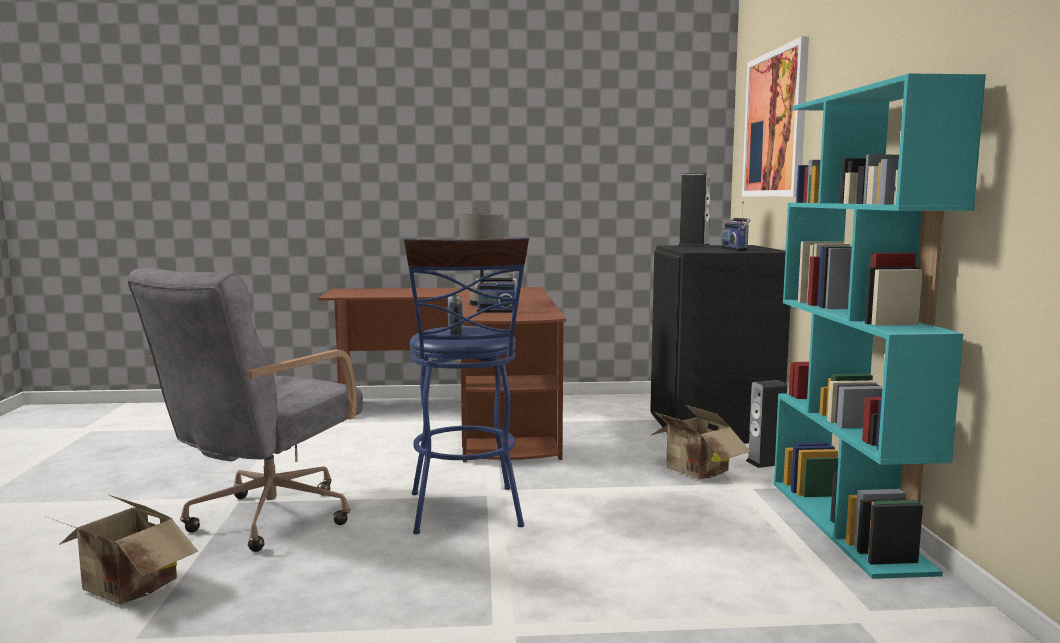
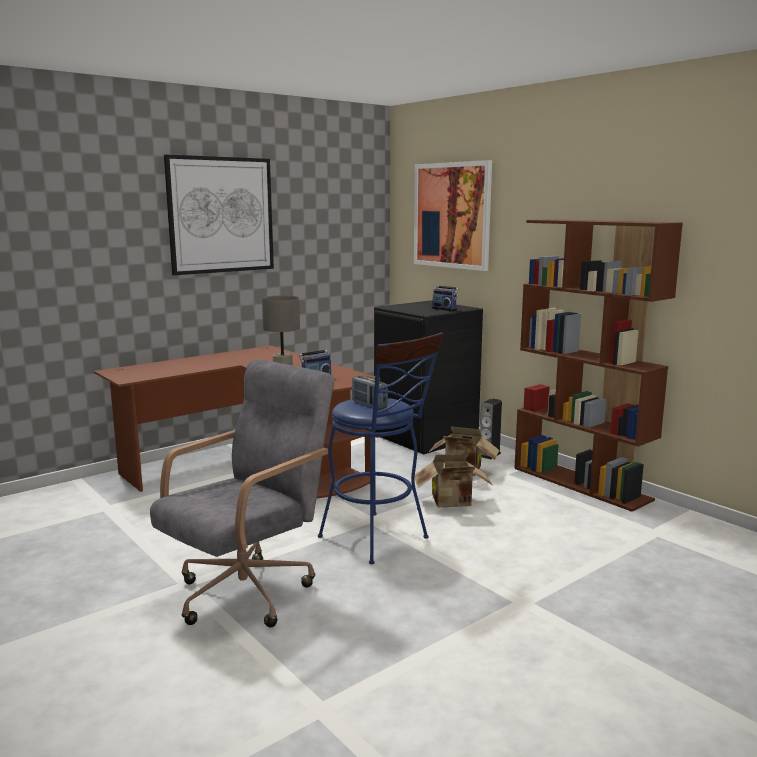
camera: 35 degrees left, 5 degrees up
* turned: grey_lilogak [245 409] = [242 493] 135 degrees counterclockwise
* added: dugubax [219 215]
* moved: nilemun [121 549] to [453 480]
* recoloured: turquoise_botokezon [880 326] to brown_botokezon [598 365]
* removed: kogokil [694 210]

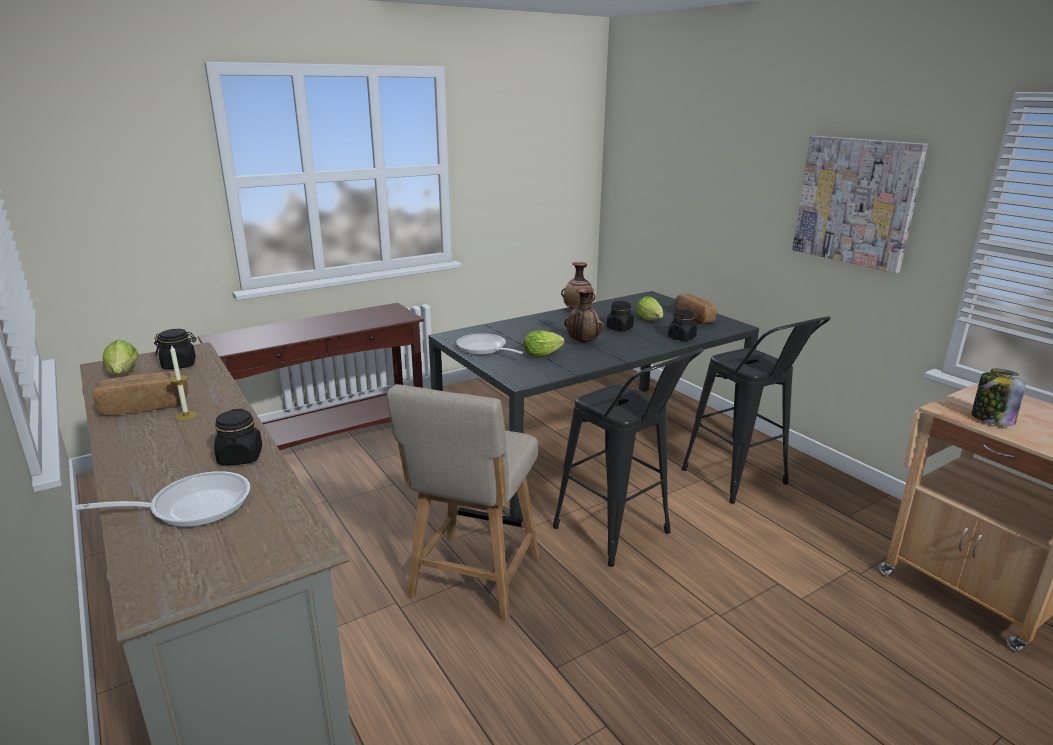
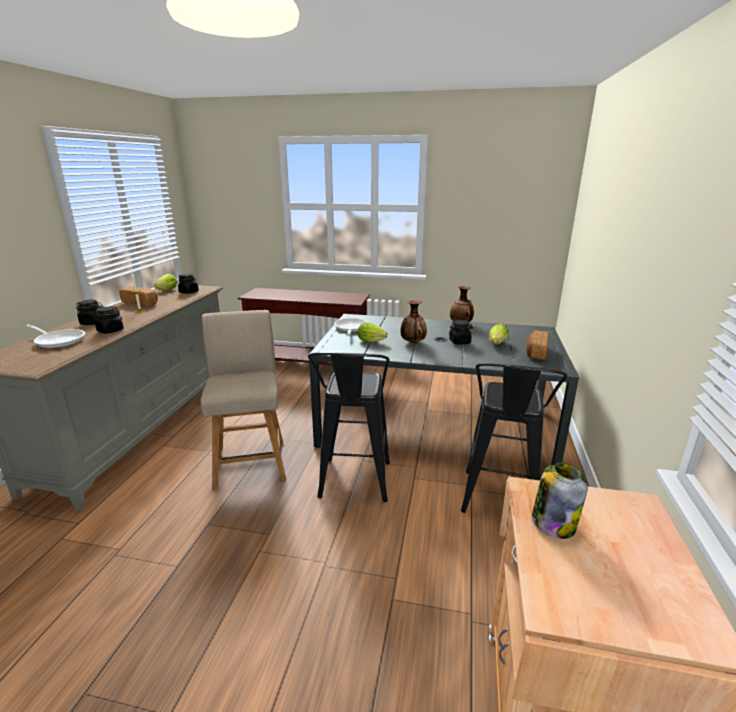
camera: 45 degrees right, 0 degrees up
* moved: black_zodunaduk [682 325] to [89 312]
* turned: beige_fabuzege [463 502] = [243 400] 105 degrees clockwise
* removed: dugubax [860 204]

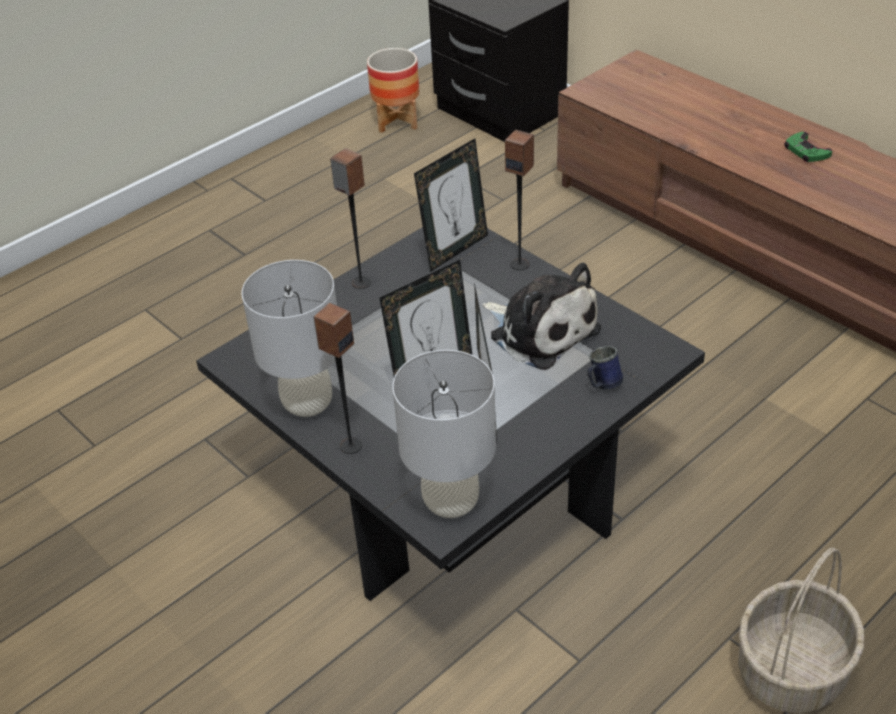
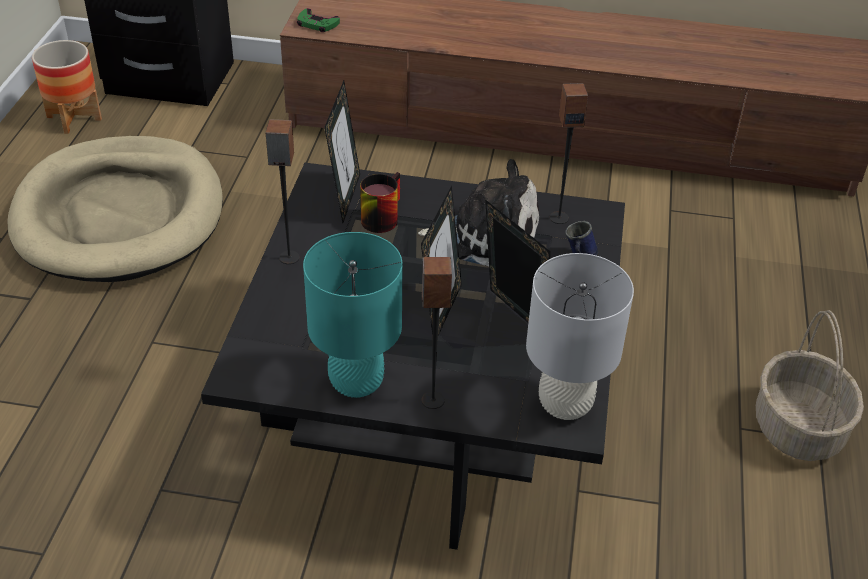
camera: 40 degrees left, 0 degrees up
* added: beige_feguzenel [115 209]
* moved: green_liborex [808 147] to [318 20]
* recoloured: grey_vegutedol [289 338] to turquoise_vegutedol [352 315]
* added: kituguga [380 202]
* moved: kogokil [519 200] to [569 153]

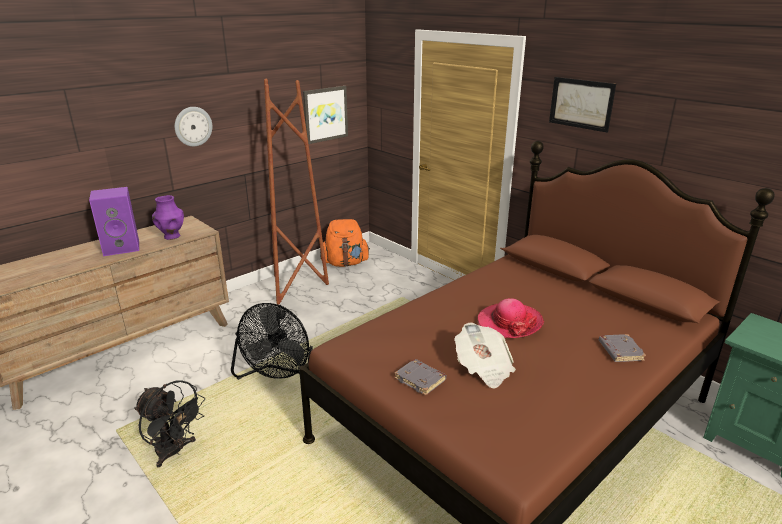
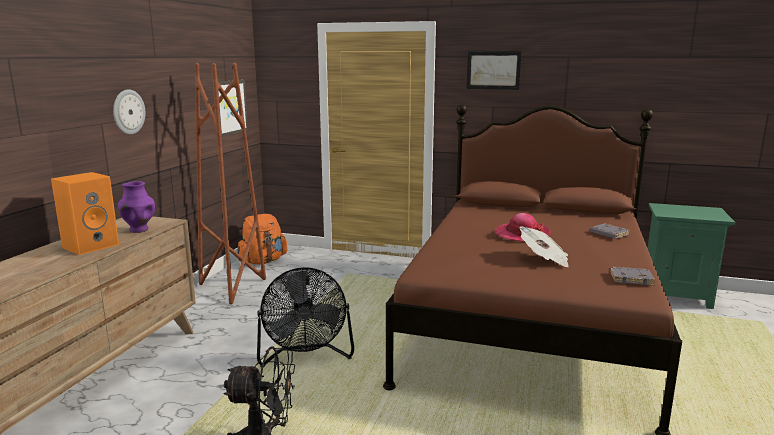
camera: 30 degrees left, 10 degrees down
* recoloured: purple_kogokil [114 221] to orange_kogokil [85 213]
* moved: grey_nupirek [420 377] to [632 276]

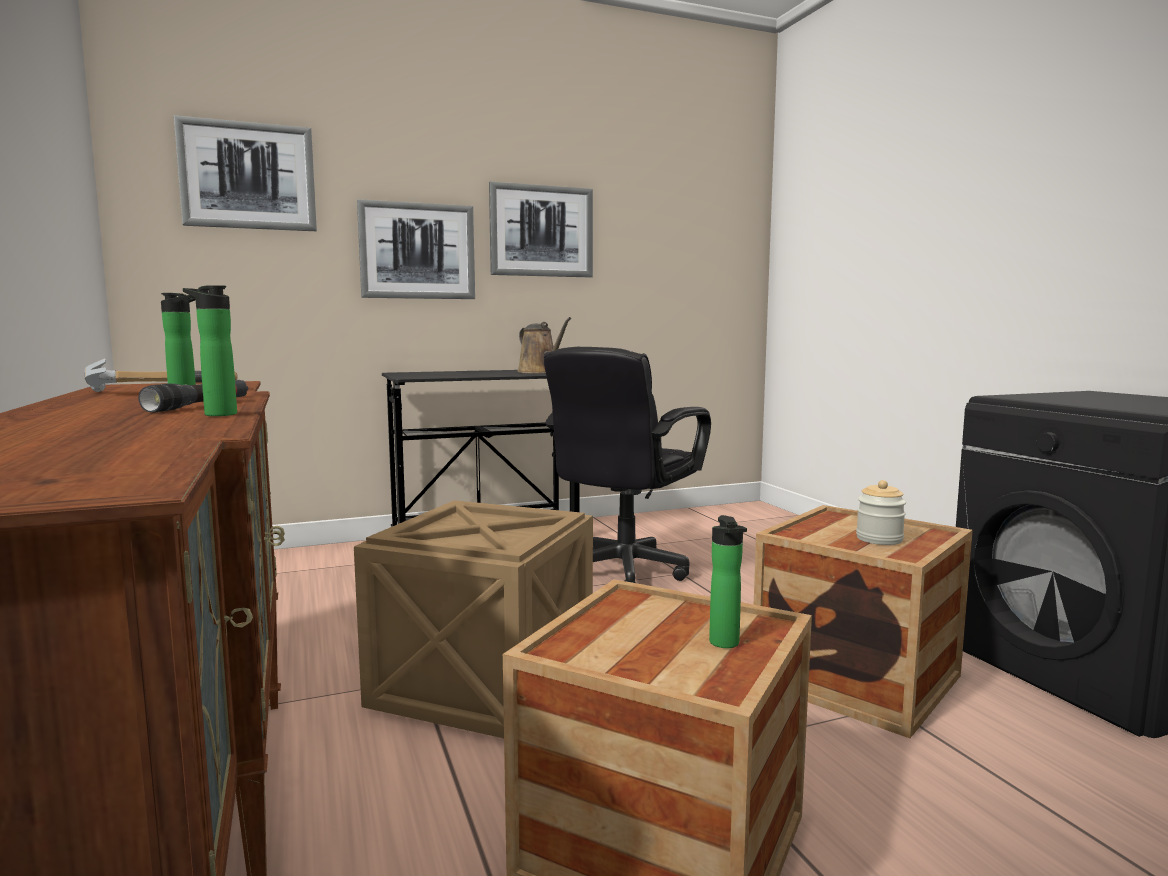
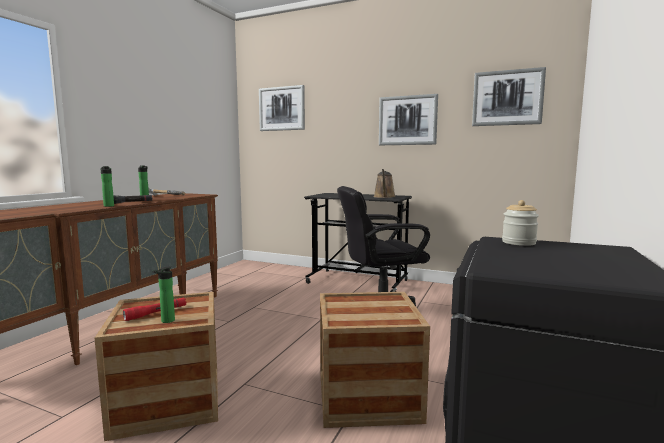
camera: 45 degrees right, 0 degrees up
* added: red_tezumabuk [155 309]
* moved: dugubax [416 249] to [509 96]
* moved: zodunaduk [881 512] to [520 223]
* removed: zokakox [473 619]

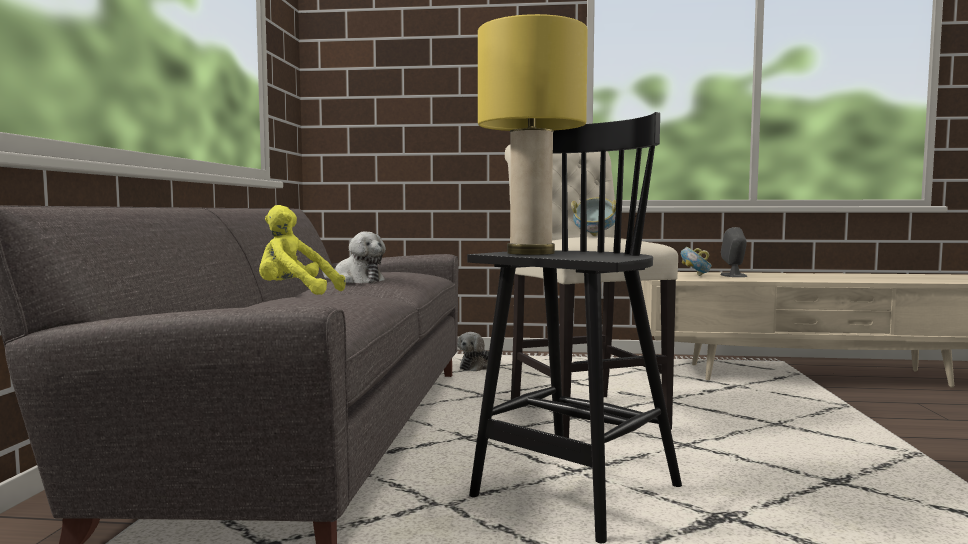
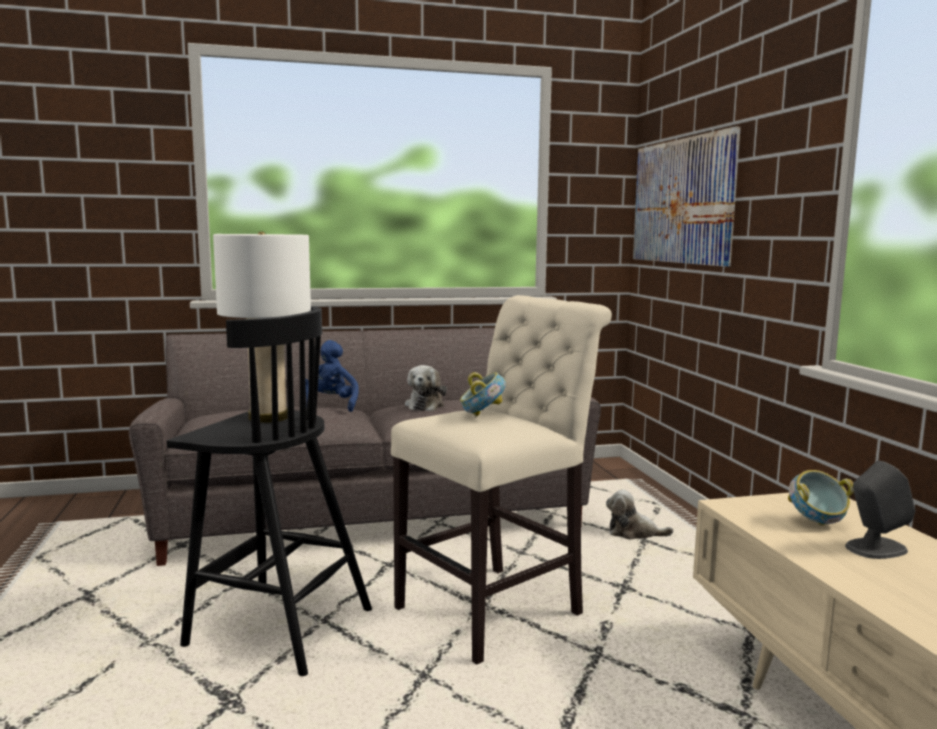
camera: 70 degrees right, 5 degrees up
* recoloured: yellow_vegutedol [533 134] to white_vegutedol [262 327]
* recoloured: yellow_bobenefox [302 250] to blue_bobenefox [332 376]
* added: dugubax [687 197]

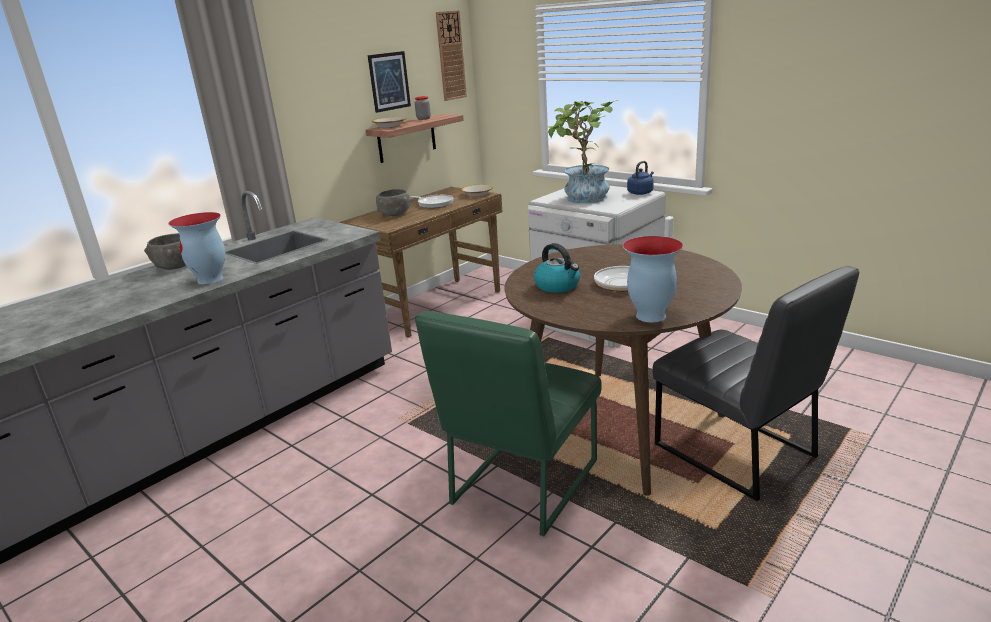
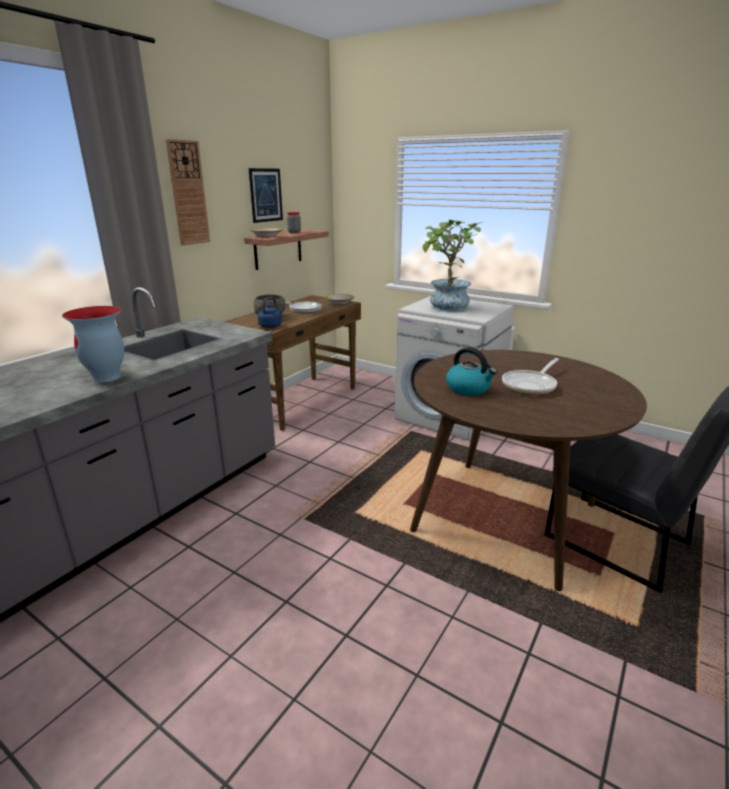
camera: 10 degrees left, 0 degrees up
* moved: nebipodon [451 55] to [188 192]
* moved: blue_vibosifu [640 178] to [271 312]
* removed: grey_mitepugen [165 251]
* removed: green_fabuzege [508 423]
* removed: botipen [653 279]

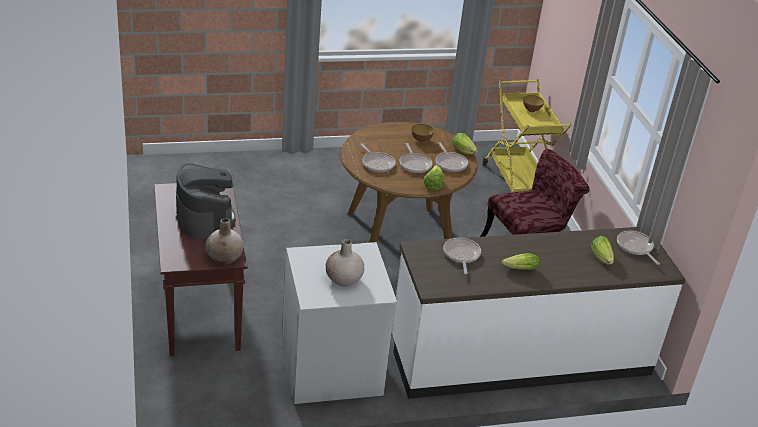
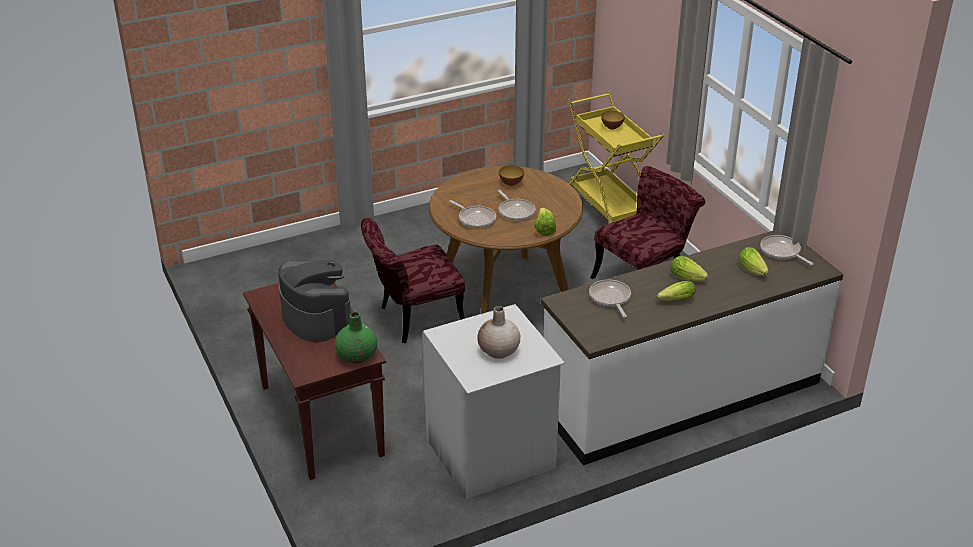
camera: 10 degrees left, 0 degrees up
* recoloured: beige_botipen [225 241] to green_botipen [356 338]
* added: red_fabuzege [413 280]
* moved: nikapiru [465 143] to [689 268]
* removed: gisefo [451 157]

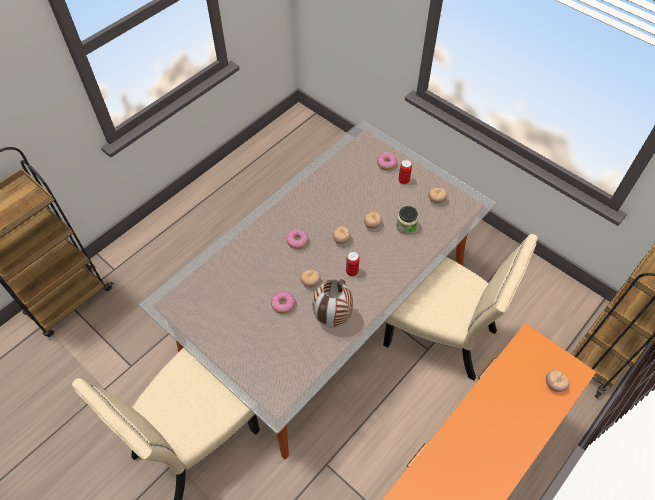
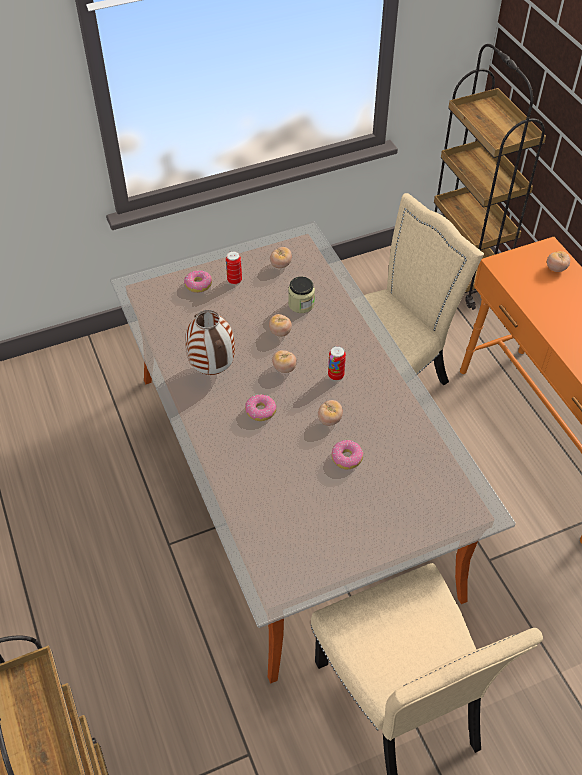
camera: 65 degrees left, 5 degrees down
* moved: botipen [333 303] to [210 342]

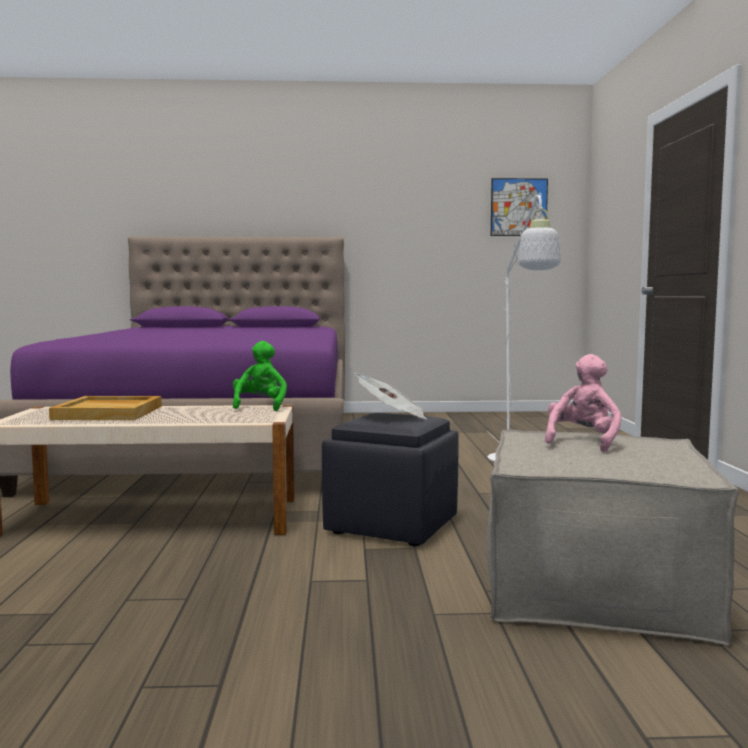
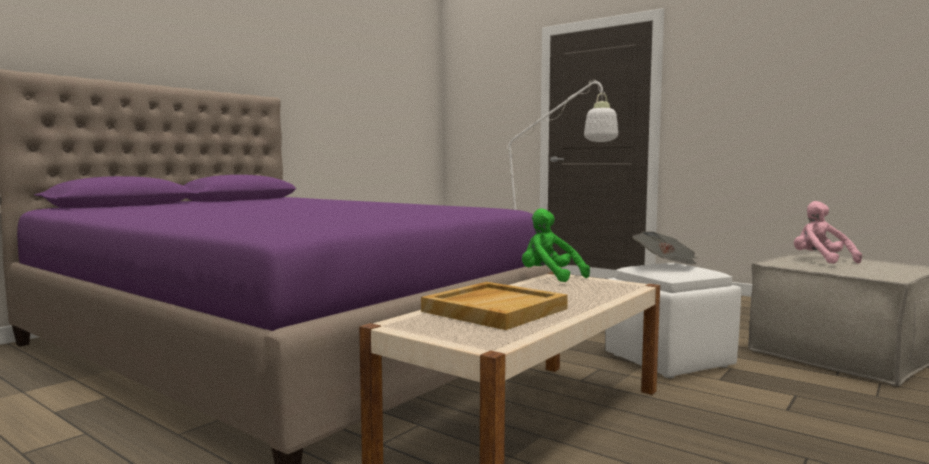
camera: 50 degrees left, 0 degrees up
* recoloured: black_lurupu [390 479] to white_lurupu [673 320]
* removed: dugubax [519 207]

